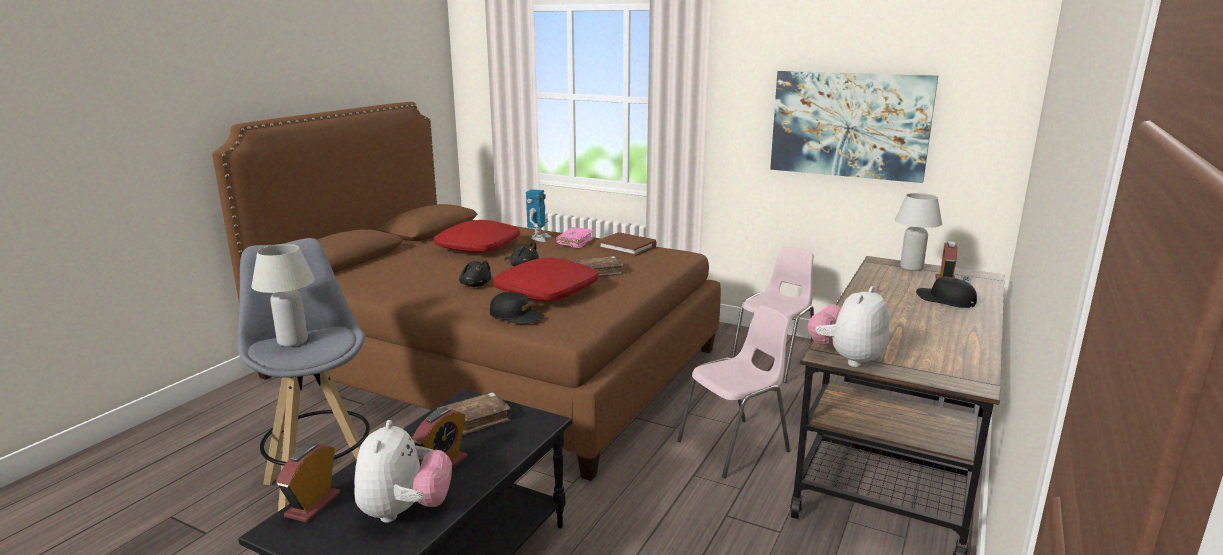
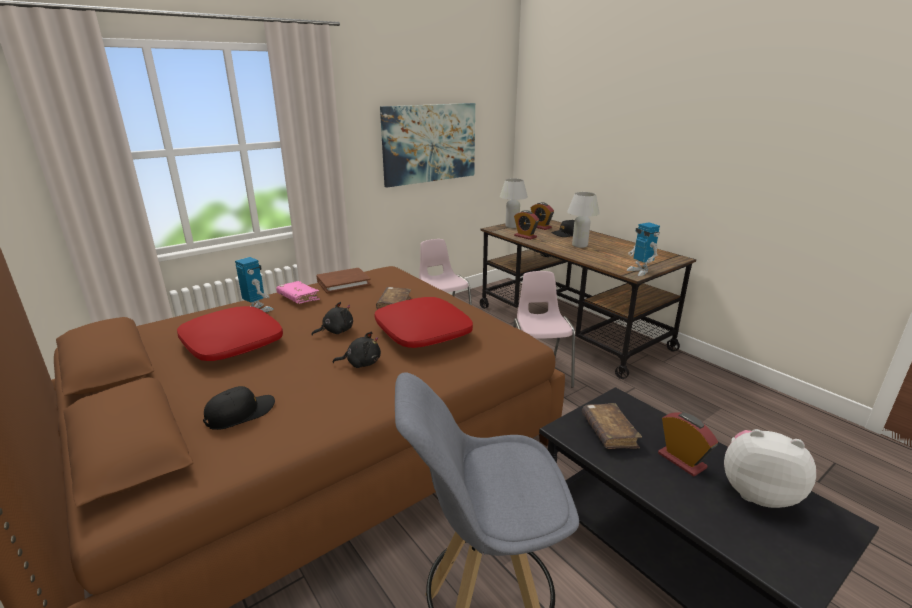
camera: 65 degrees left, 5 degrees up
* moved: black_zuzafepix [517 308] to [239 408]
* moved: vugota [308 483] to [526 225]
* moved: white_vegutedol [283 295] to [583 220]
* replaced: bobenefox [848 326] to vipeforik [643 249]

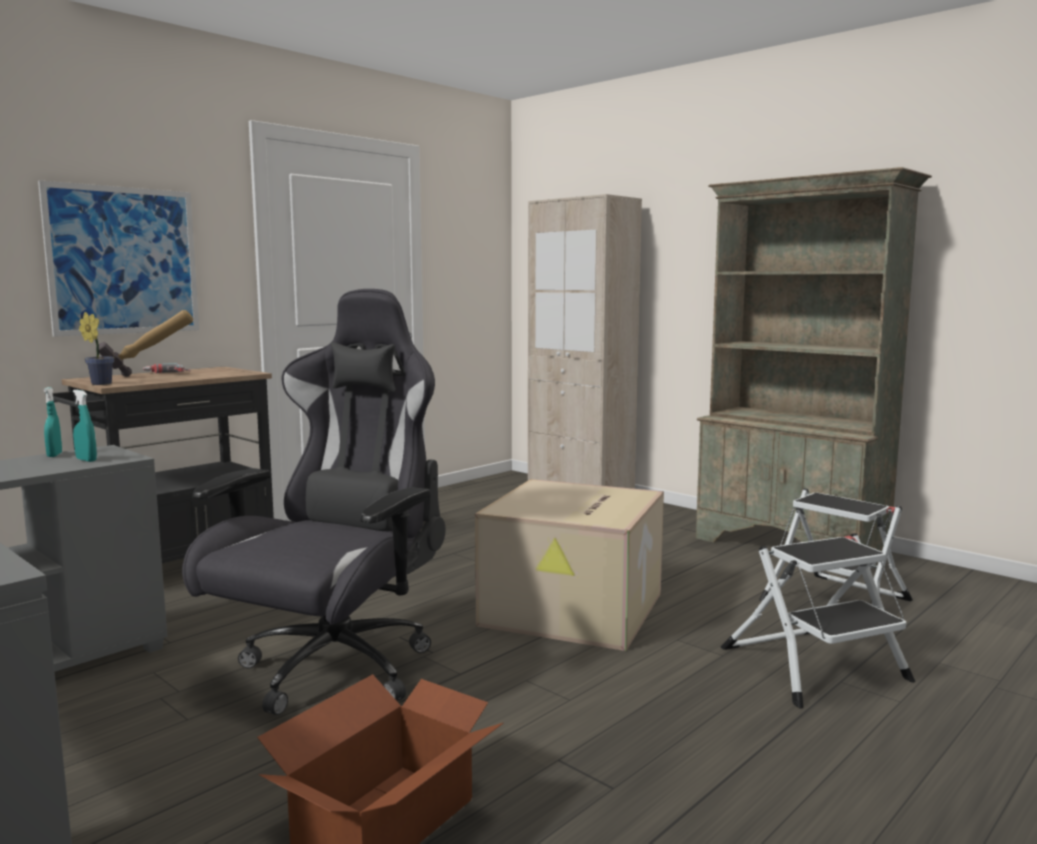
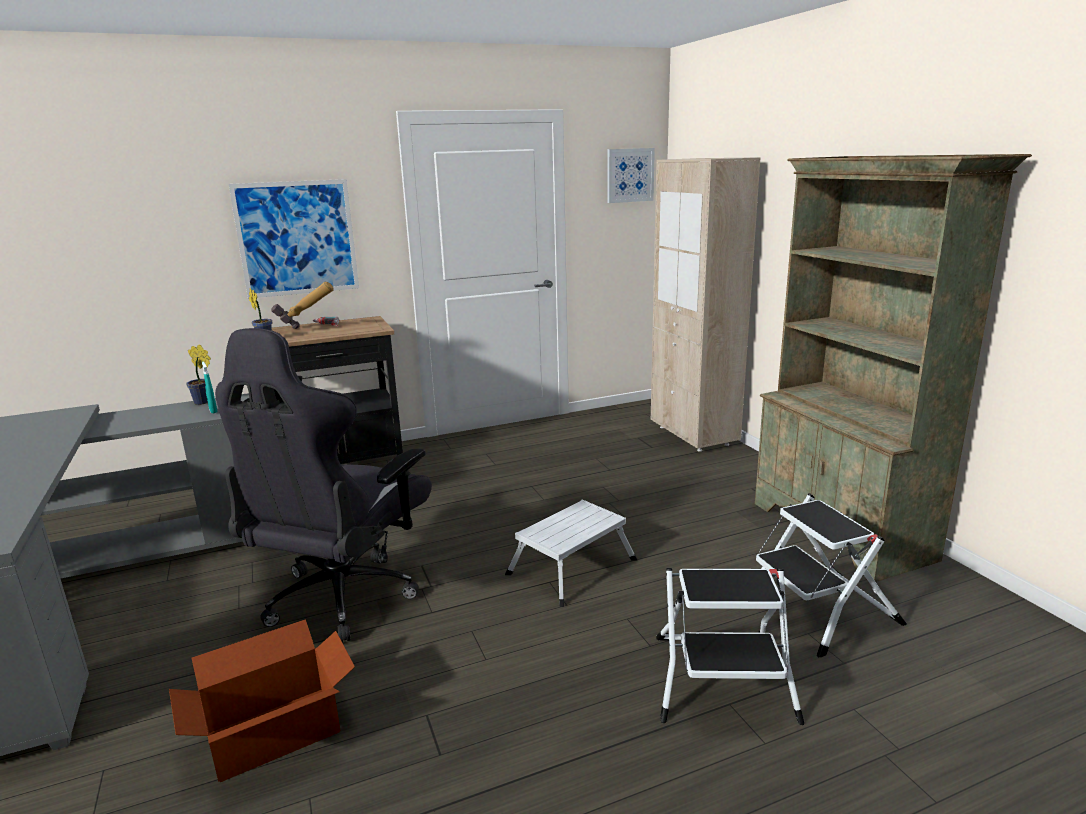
camera: 25 degrees right, 10 degrees up
* replaced: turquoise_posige [52 422] to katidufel [198 374]
* turned: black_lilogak [314 502] = [323 485] 150 degrees clockwise
* replaced: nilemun [569 565] to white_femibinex [571 553]
* added: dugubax [631 175]

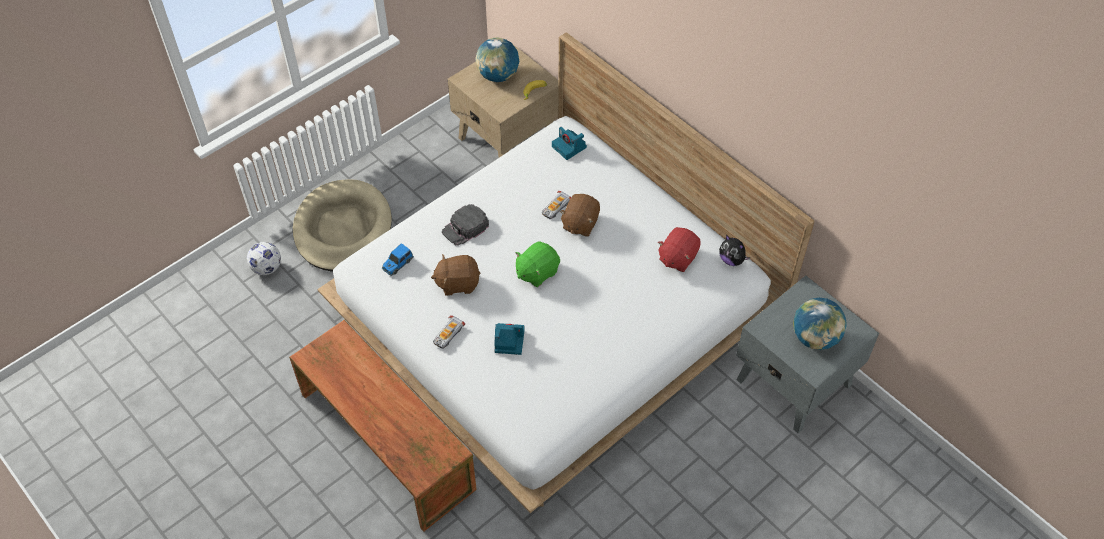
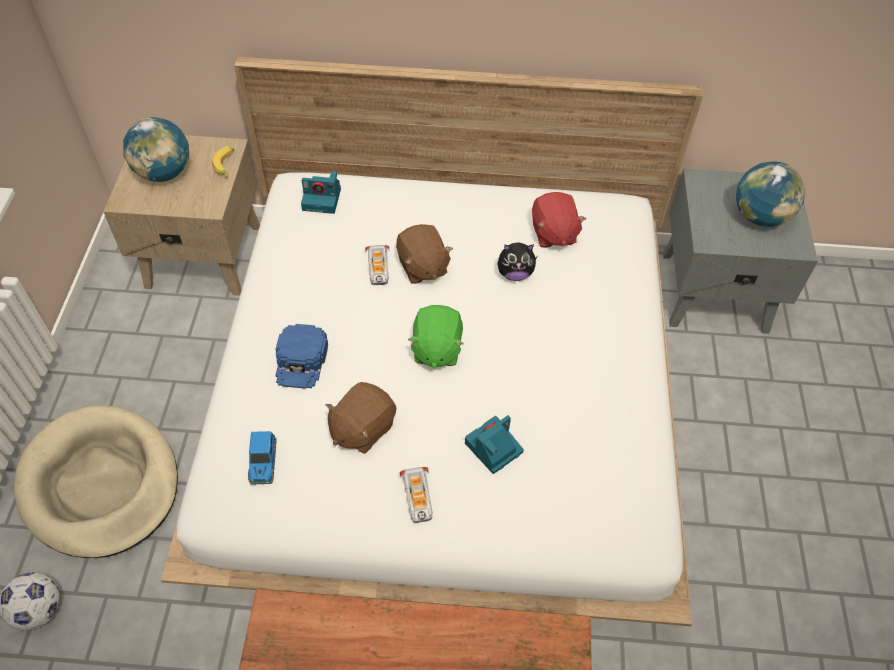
camera: 45 degrees left, 0 degrees up
* recoloured: black_zuzafepix [465 225] to blue_zuzafepix [301 356]
* moved: bobenefox [734 250] to [517 261]

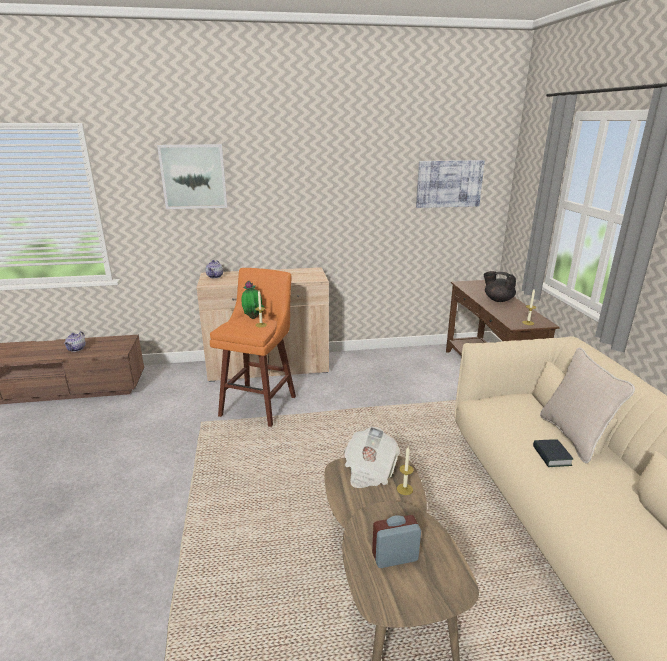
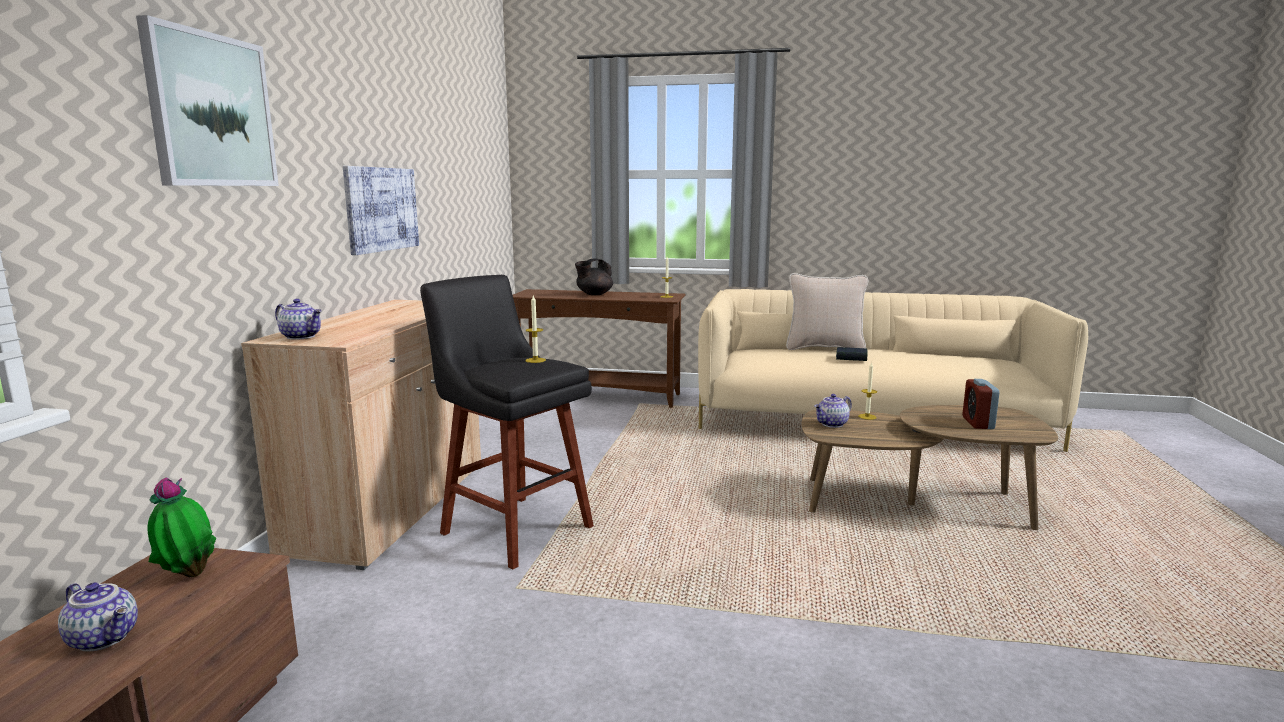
camera: 70 degrees left, 10 degrees down
* moved: katidufel [252 300] to [182 527]
* moved: dugubax [450 184] to [381 210]
* recoloured: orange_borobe [253 347] to black_borobe [507 422]
* replaced: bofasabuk [372 457] to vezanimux [833 411]

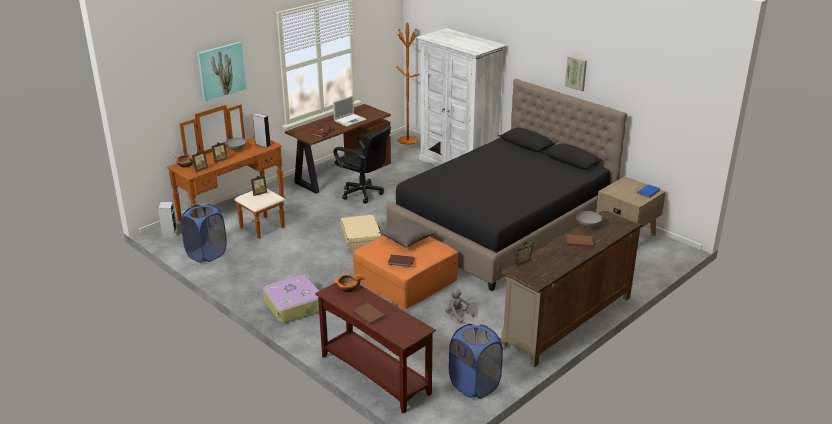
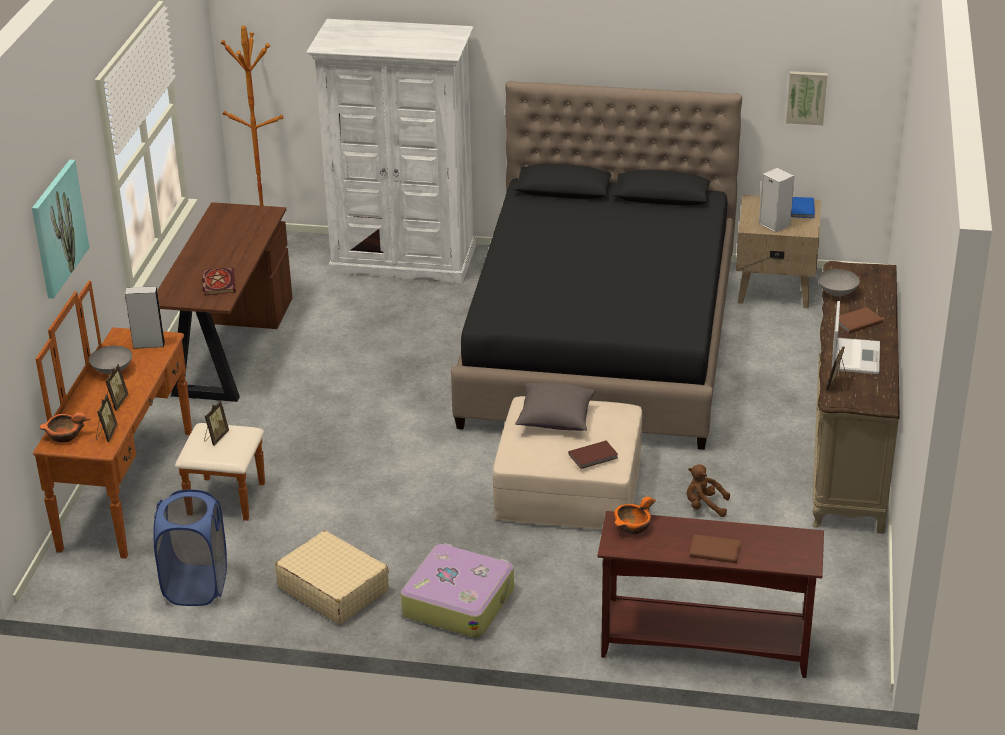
camera: 35 degrees left, 5 degrees up
* moved: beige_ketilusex [361 233] to [332 577]
* recoloured: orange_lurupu [405 272] to beige_lurupu [567 463]
* recoloured: grey_bobenefox [460 306] to brown_bobenefox [708 490]
* moved: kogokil [168 220] to [776 200]
* moved: dugubax [576 73] to [807 98]
* moved: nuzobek [350 111] to [856 337]
* removed: black_lilogak [362 164]
* removed: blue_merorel [476 361]

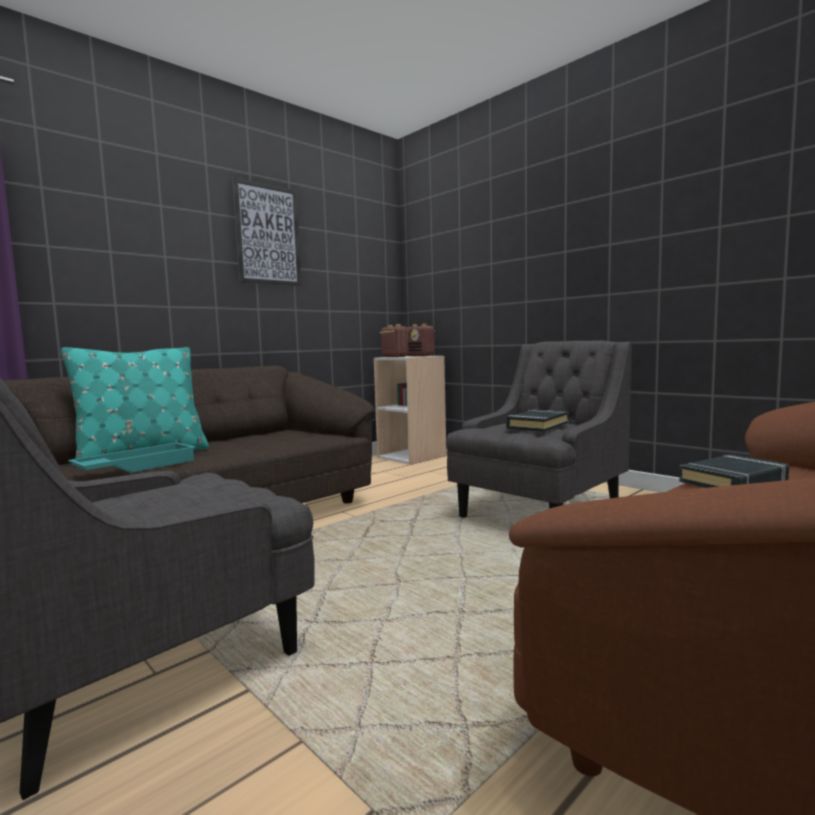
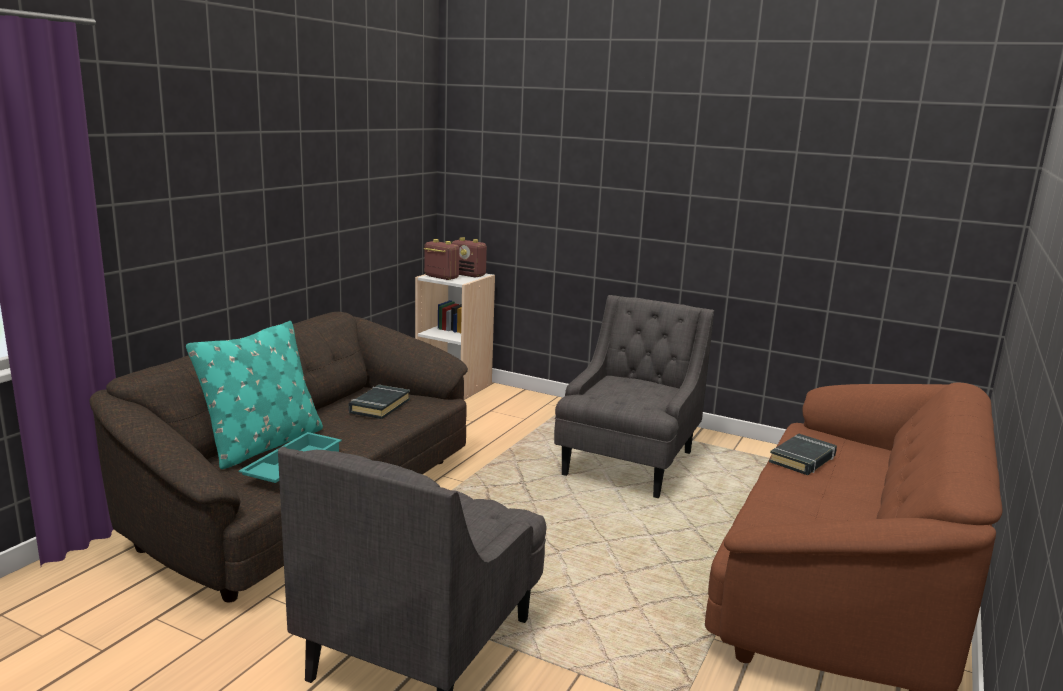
camera: 20 degrees left, 10 degrees up
* moved: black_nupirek [537 421] to [379 402]
* removed: dugubax [267 231]

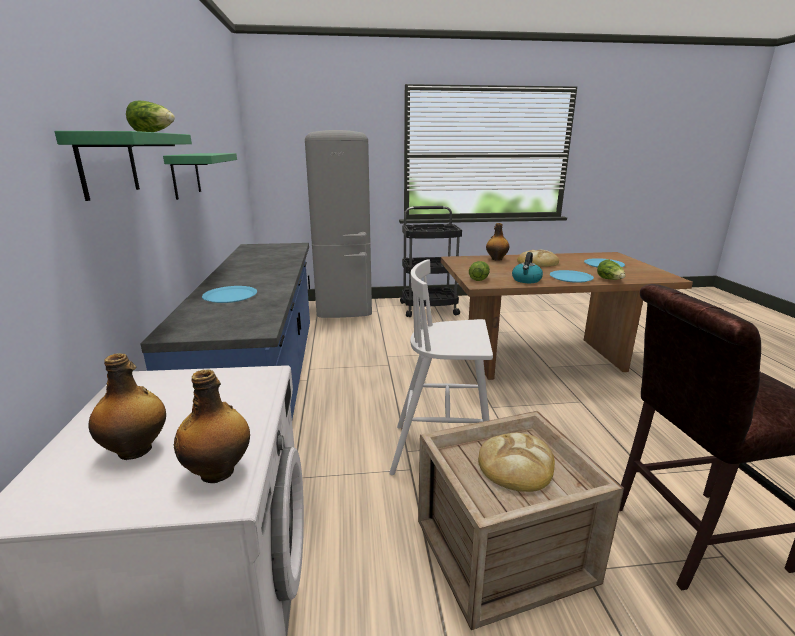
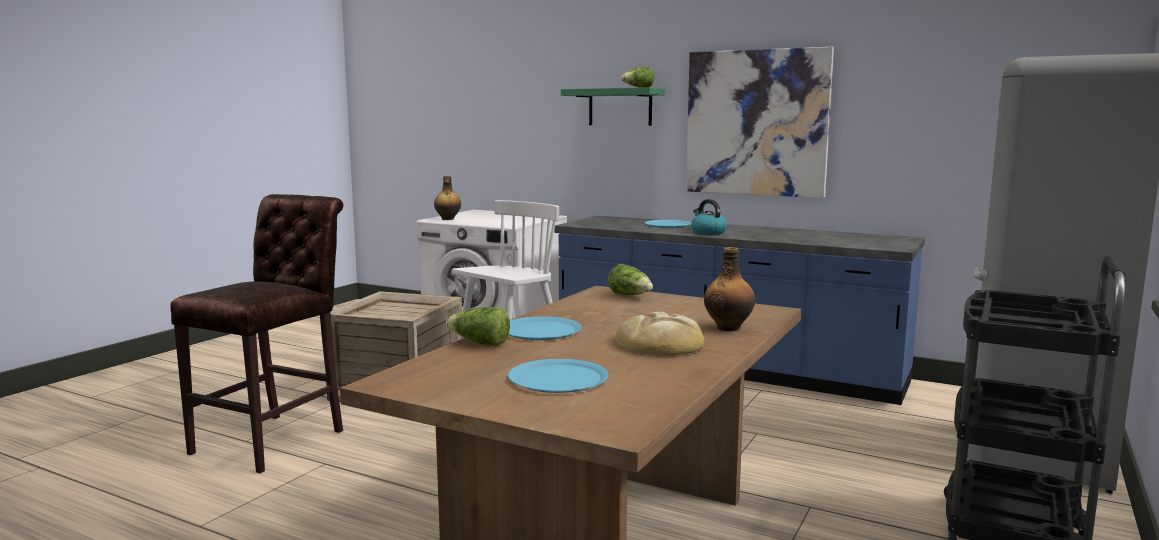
camera: 125 degrees right, 10 degrees down
* replaced: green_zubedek [200 176] to dugubax [760 122]
* moved: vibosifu [527 267] to [709 217]
* removed: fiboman [127 406]
* removed: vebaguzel [516 462]

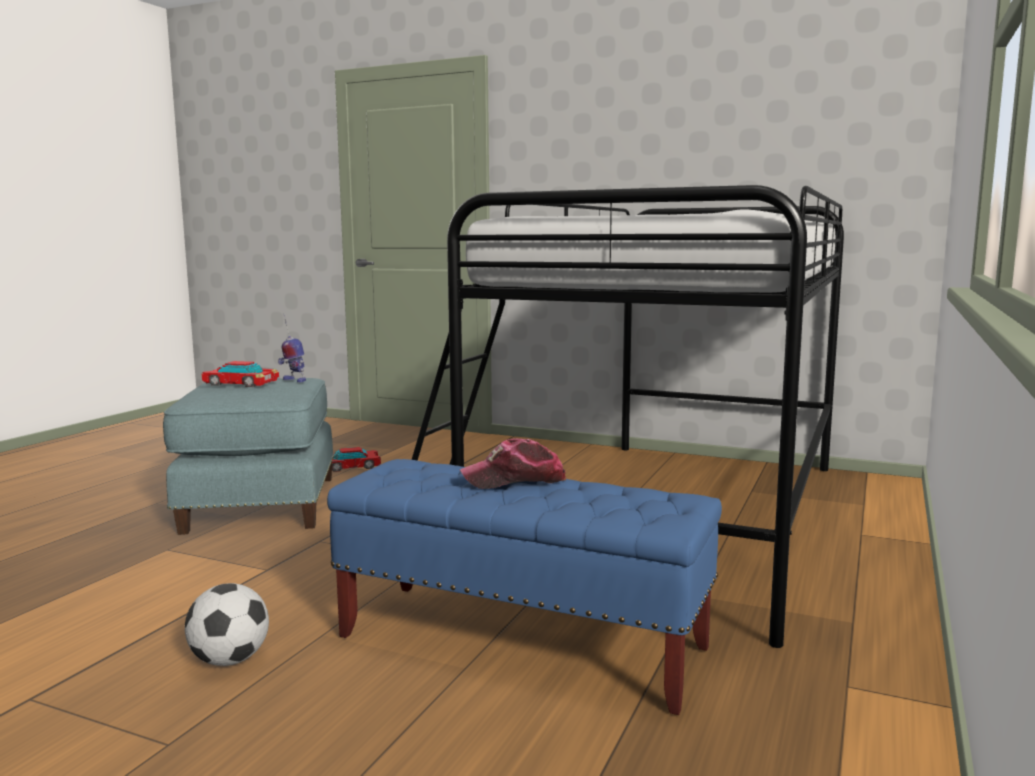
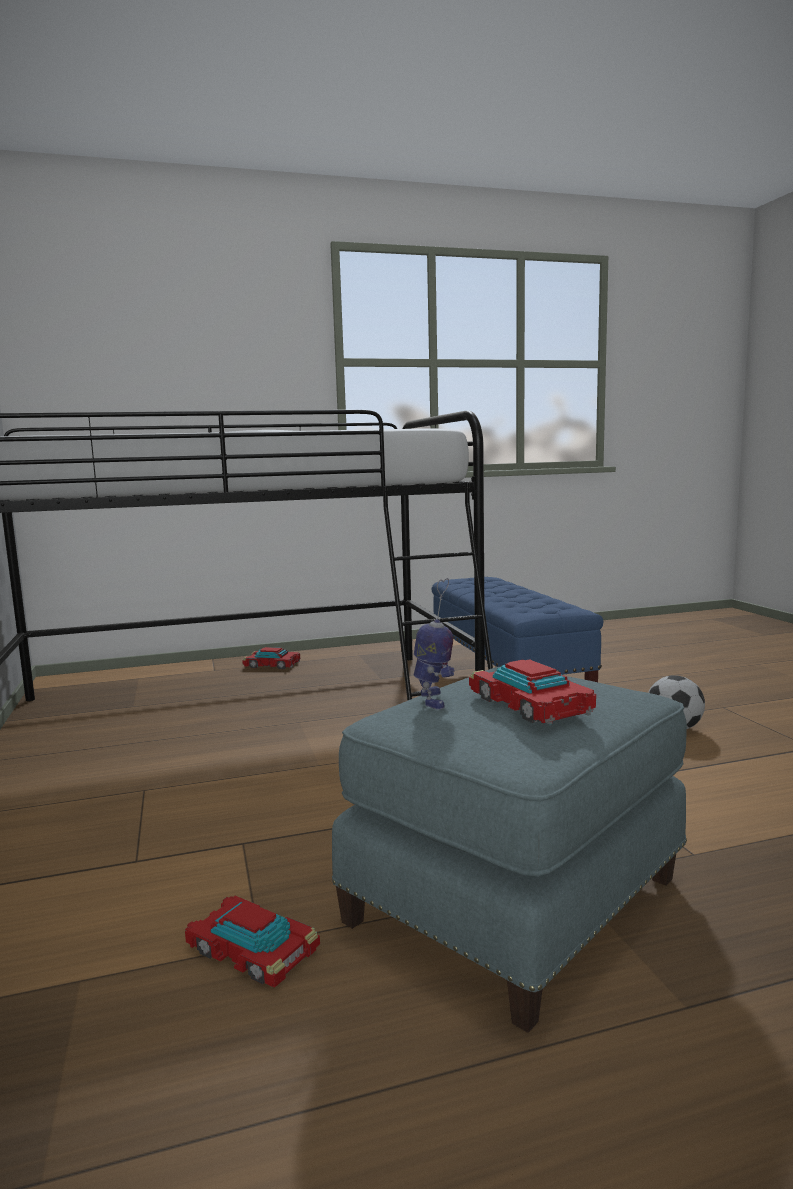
camera: 130 degrees left, 0 degrees up
* added: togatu [271 658]
* removed: zuzafepix [513 463]

